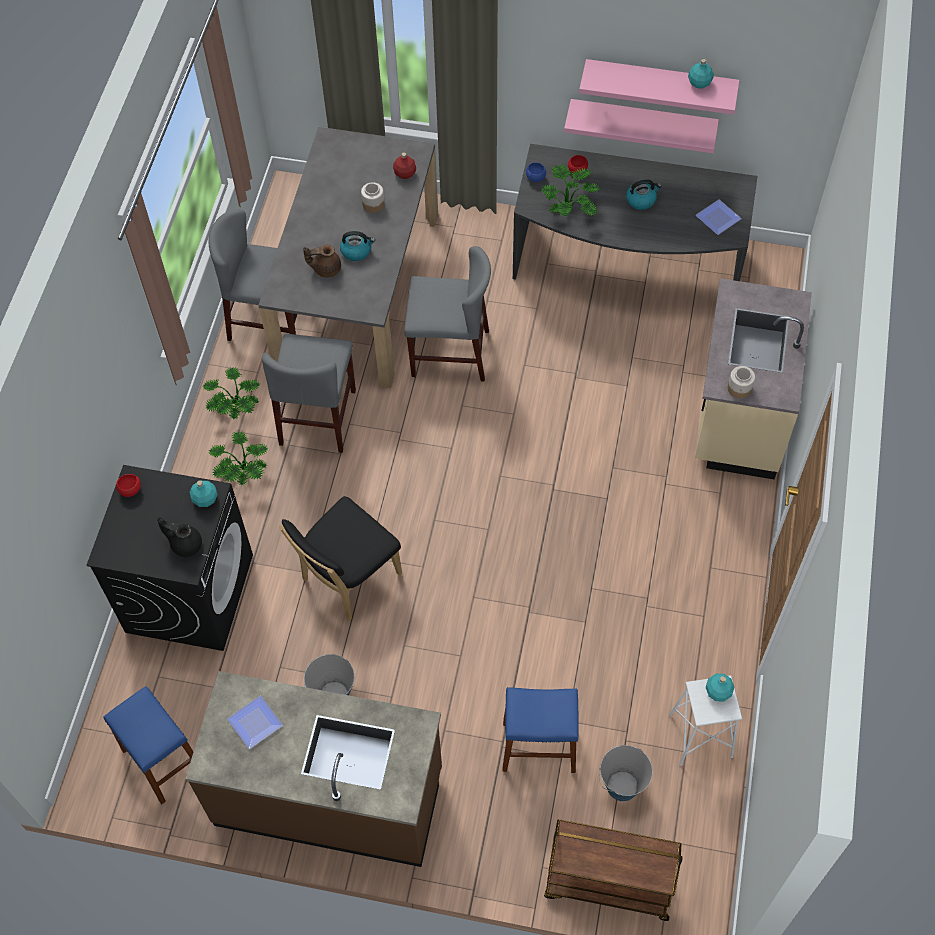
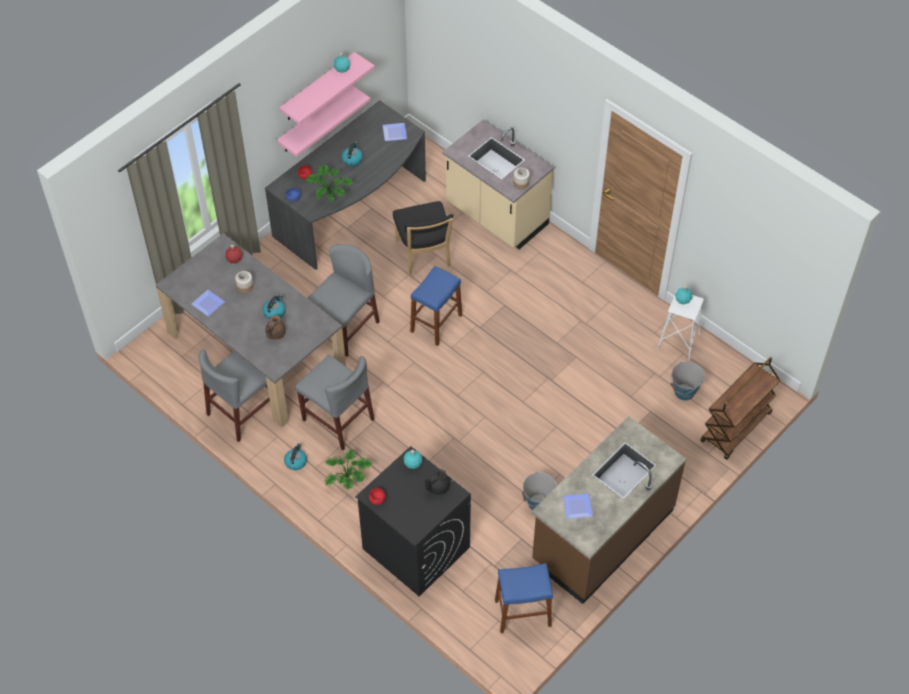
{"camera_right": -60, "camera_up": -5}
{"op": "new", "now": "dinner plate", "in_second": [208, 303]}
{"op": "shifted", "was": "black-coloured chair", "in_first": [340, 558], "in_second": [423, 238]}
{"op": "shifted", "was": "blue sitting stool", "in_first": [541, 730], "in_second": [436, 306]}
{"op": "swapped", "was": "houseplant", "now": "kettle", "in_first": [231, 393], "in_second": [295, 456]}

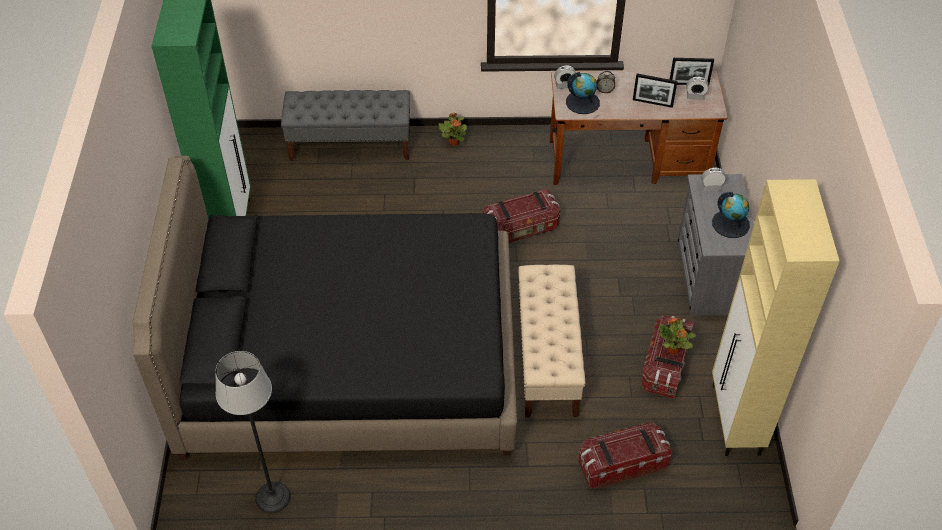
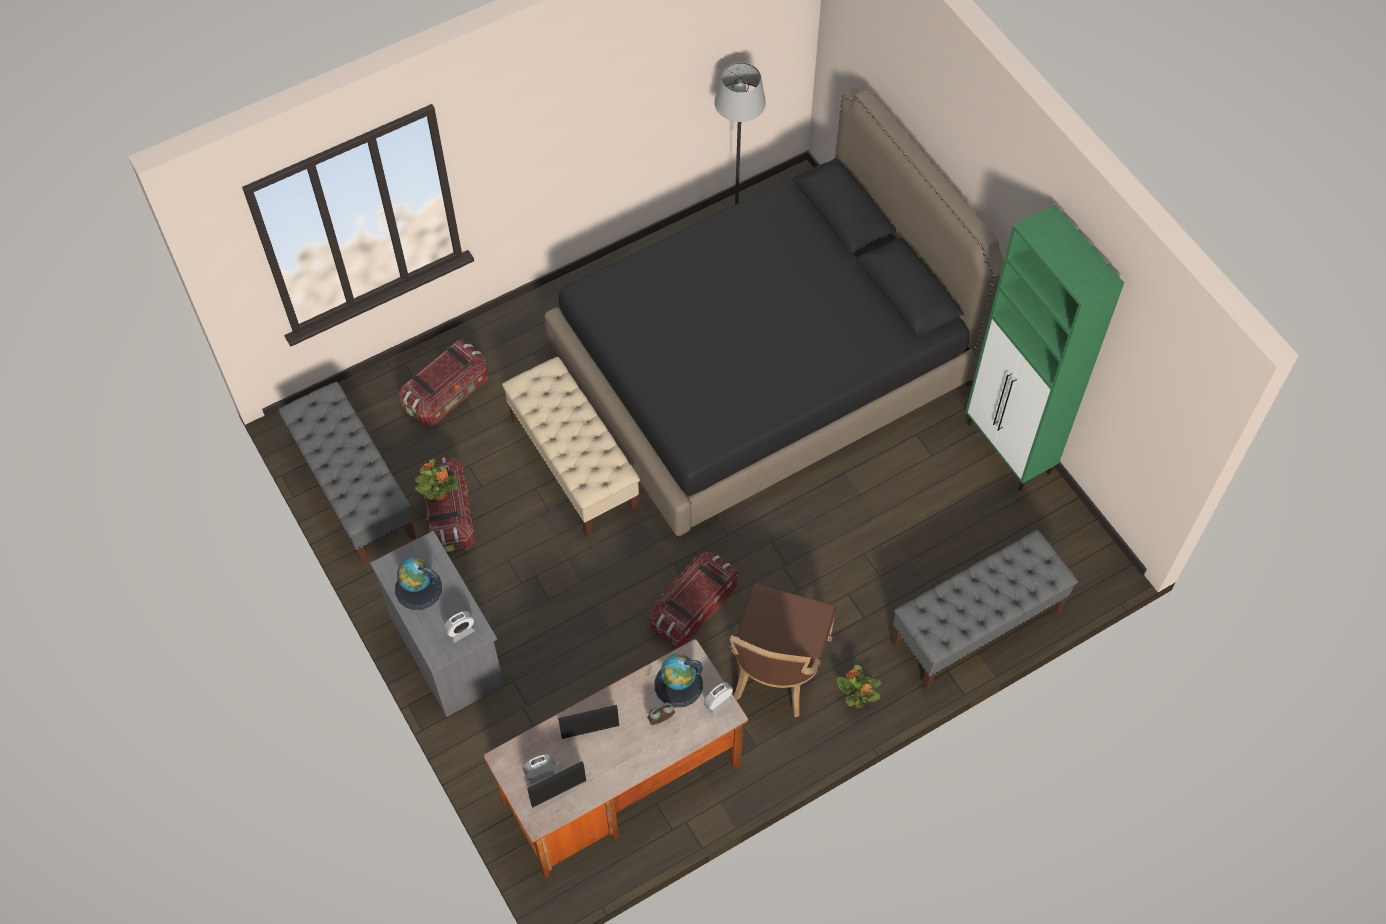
{"camera_right": 150, "camera_up": 10}
{"op": "new", "now": "brownish chair", "in_second": [783, 650]}
{"op": "swapped", "was": "beige cupboard", "now": "grey bench", "in_first": [775, 317], "in_second": [347, 473]}

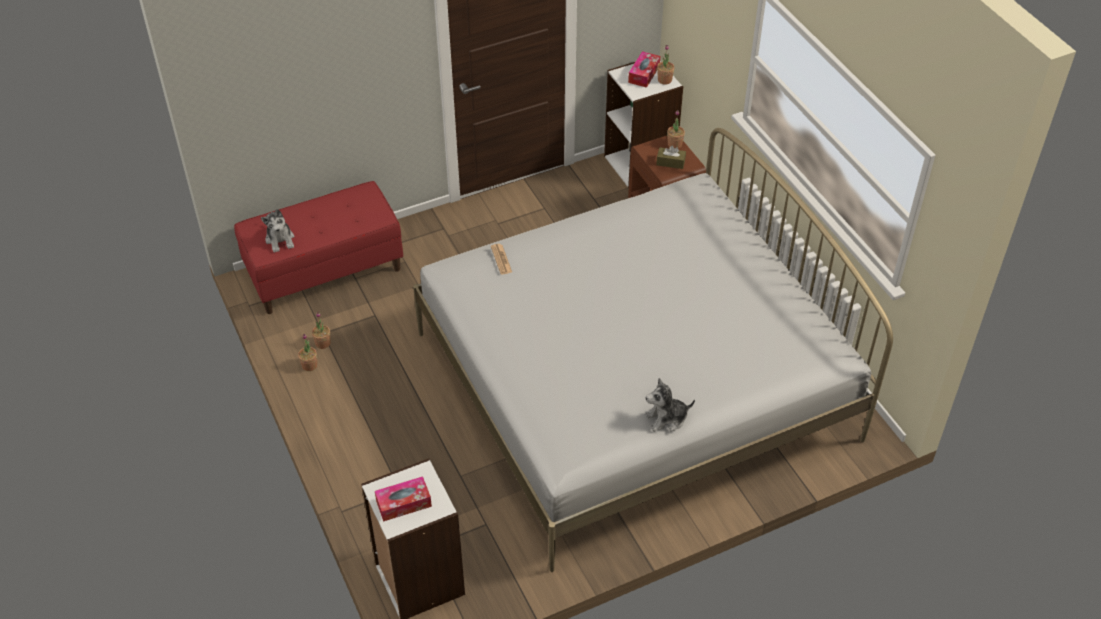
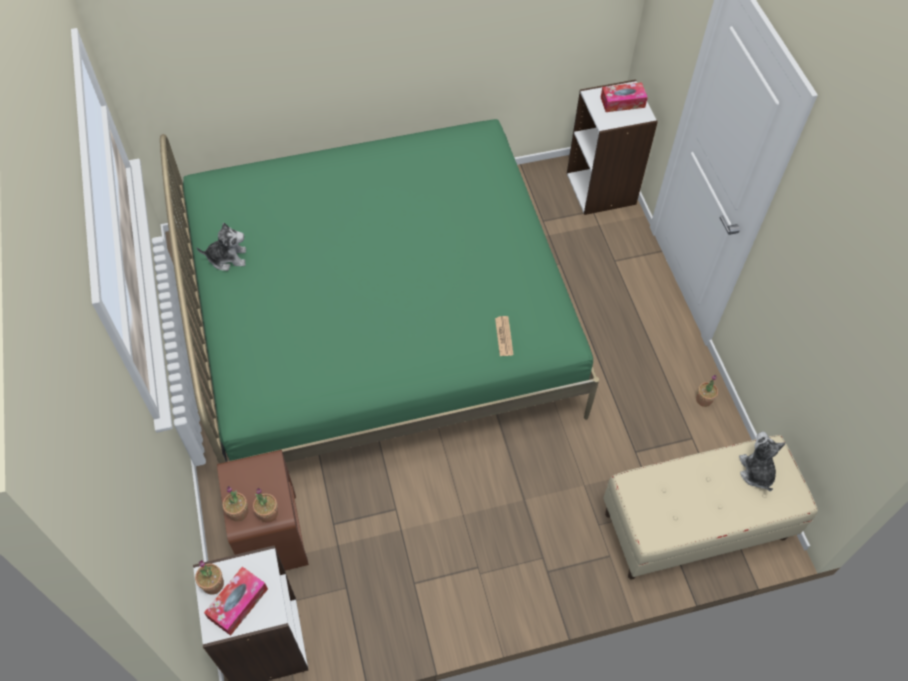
{"camera_right": -170, "camera_up": 10}
{"op": "gone", "was": "brownish tissue box", "in_first": [671, 157]}
{"op": "shifted", "was": "houseplant", "in_first": [321, 330], "in_second": [265, 505]}
{"op": "shifted", "was": "cuddly toy", "in_first": [670, 405], "in_second": [221, 247]}
{"op": "repainted", "was": "red bench", "now": "beige bench", "in_first": [318, 247], "in_second": [710, 507]}
{"op": "repainted", "was": "white sleeping bed", "now": "green sleeping bed", "in_first": [653, 350], "in_second": [379, 291]}

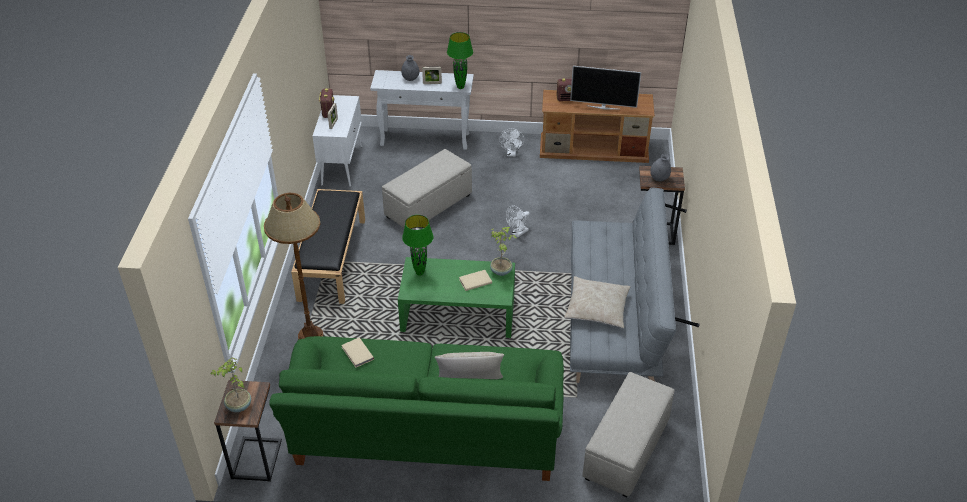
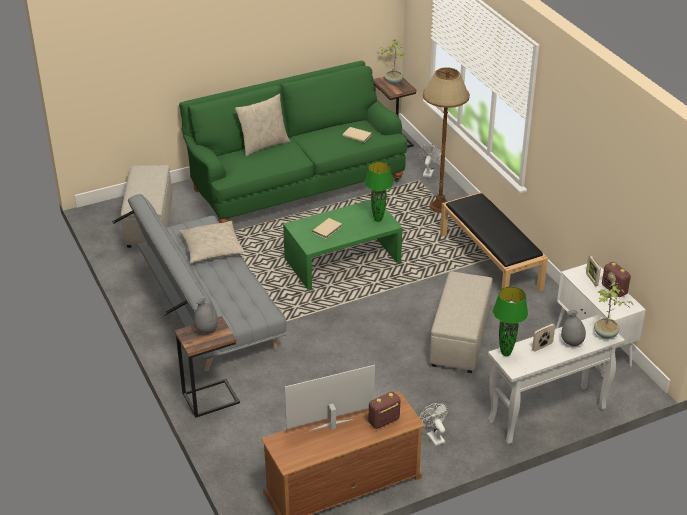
{"camera_right": 150, "camera_up": -5}
{"op": "shifted", "was": "houseplant", "in_first": [503, 251], "in_second": [613, 310]}
{"op": "shifted", "was": "white cooling fan", "in_first": [517, 222], "in_second": [430, 161]}

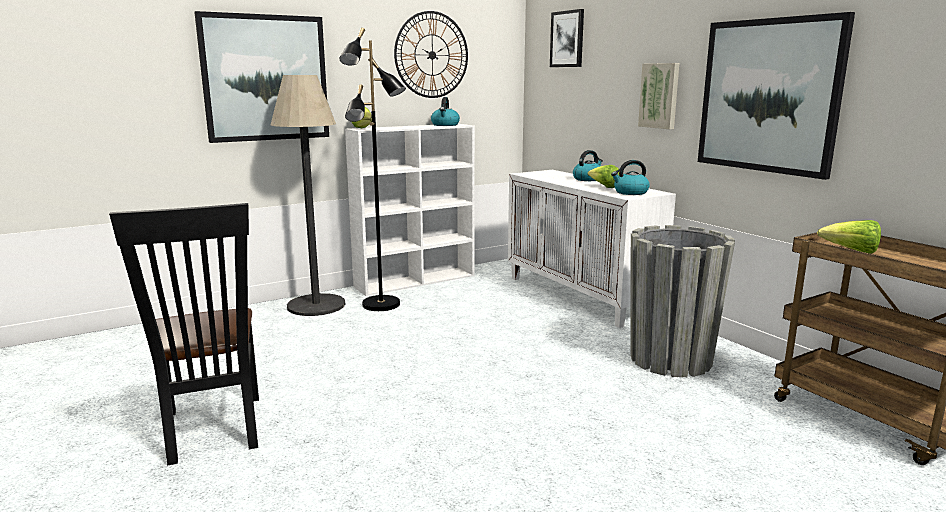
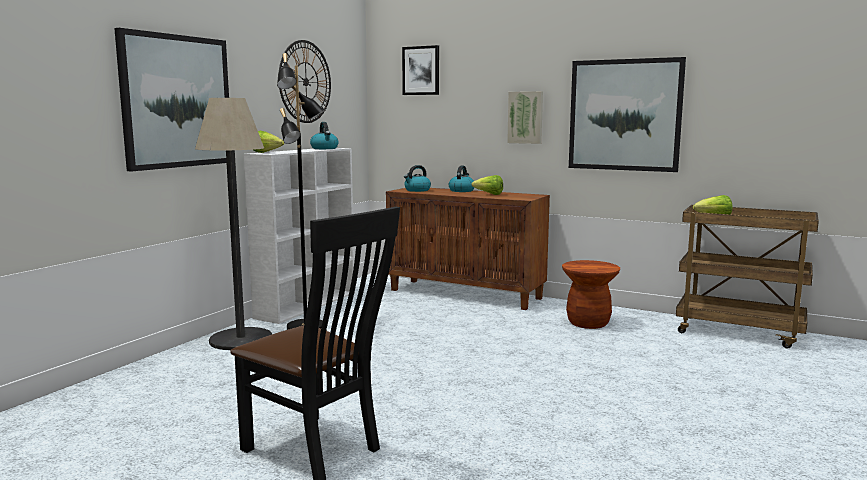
{"camera_right": -30, "camera_up": -5}
{"op": "shifted", "was": "kettle", "in_first": [630, 177], "in_second": [417, 178]}
{"op": "swapped", "was": "grey plant pot", "now": "brownish sitting stool", "in_first": [682, 301], "in_second": [591, 294]}
{"op": "repainted", "was": "white cupboard", "now": "brownish cupboard", "in_first": [592, 249], "in_second": [468, 249]}

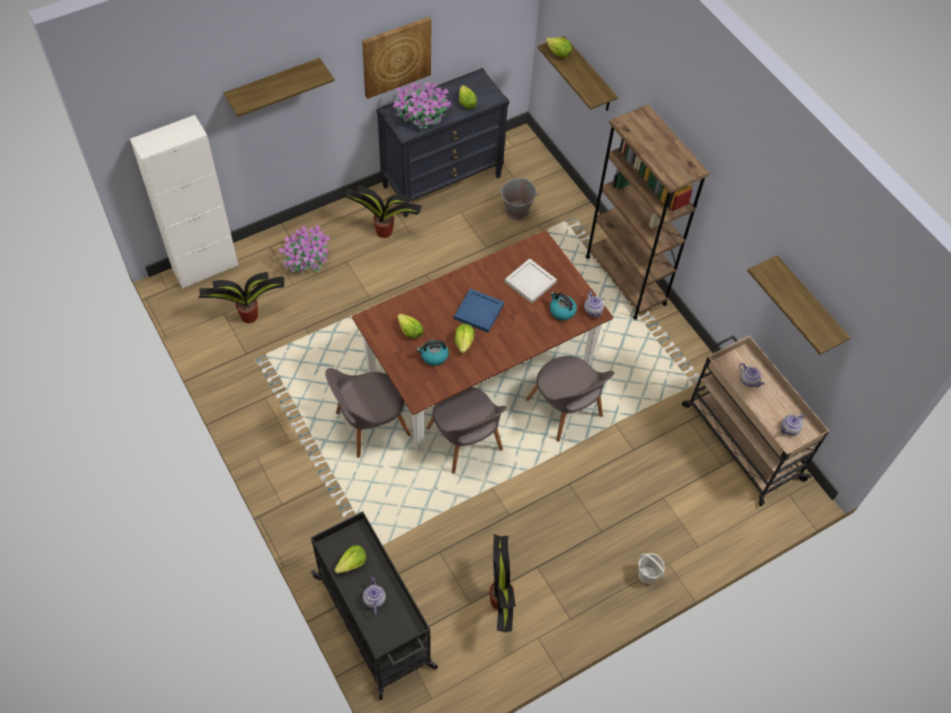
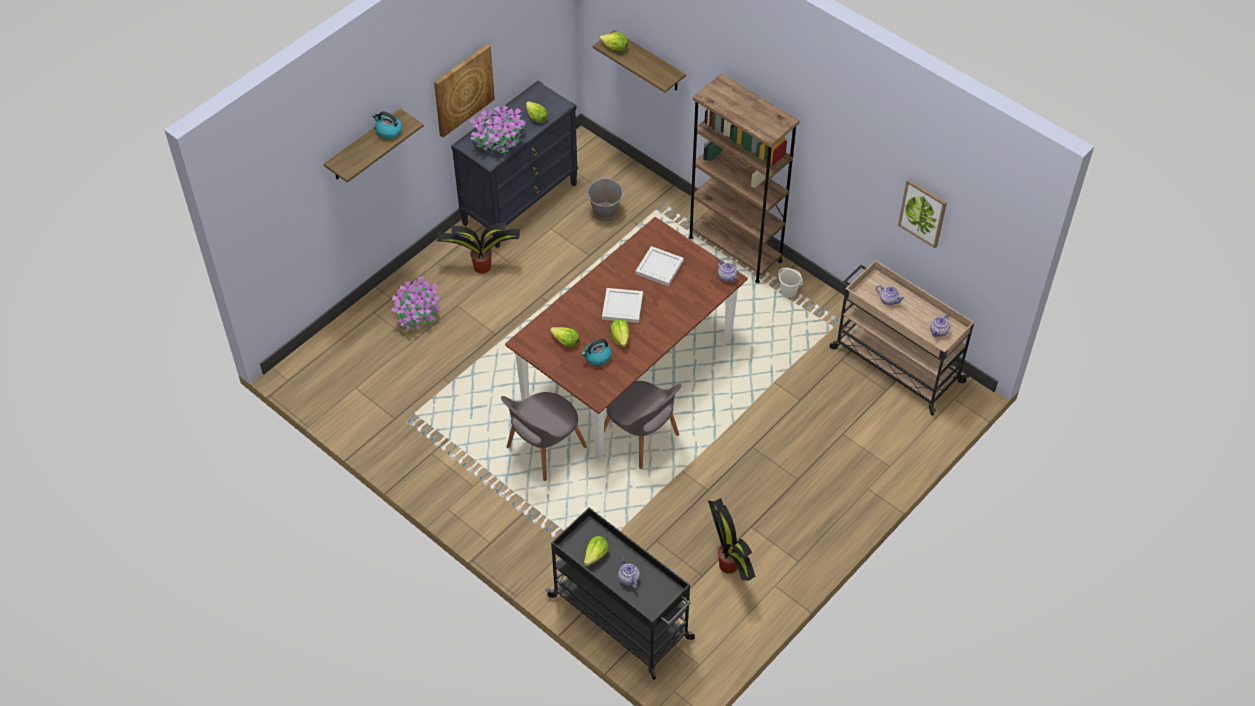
{"camera_right": -15, "camera_up": -5}
{"op": "gone", "was": "white cupboard", "in_first": [184, 201]}
{"op": "gone", "was": "houseplant", "in_first": [241, 297]}
{"op": "gone", "was": "grey chair", "in_first": [570, 399]}
{"op": "shifted", "was": "kettle", "in_first": [563, 305], "in_second": [387, 125]}
{"op": "shifted", "was": "white bucket", "in_first": [651, 568], "in_second": [790, 283]}
{"op": "swapped", "was": "wall shelf", "now": "wall art", "in_first": [799, 305], "in_second": [922, 213]}
{"op": "repainted", "was": "blue serving tray", "now": "white serving tray", "in_first": [479, 310], "in_second": [622, 305]}

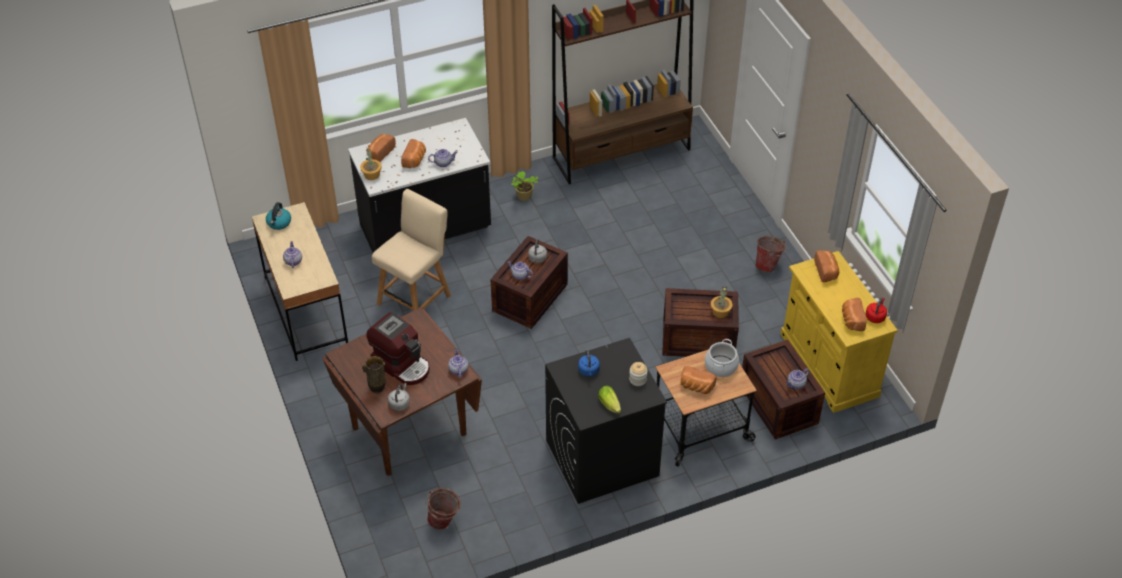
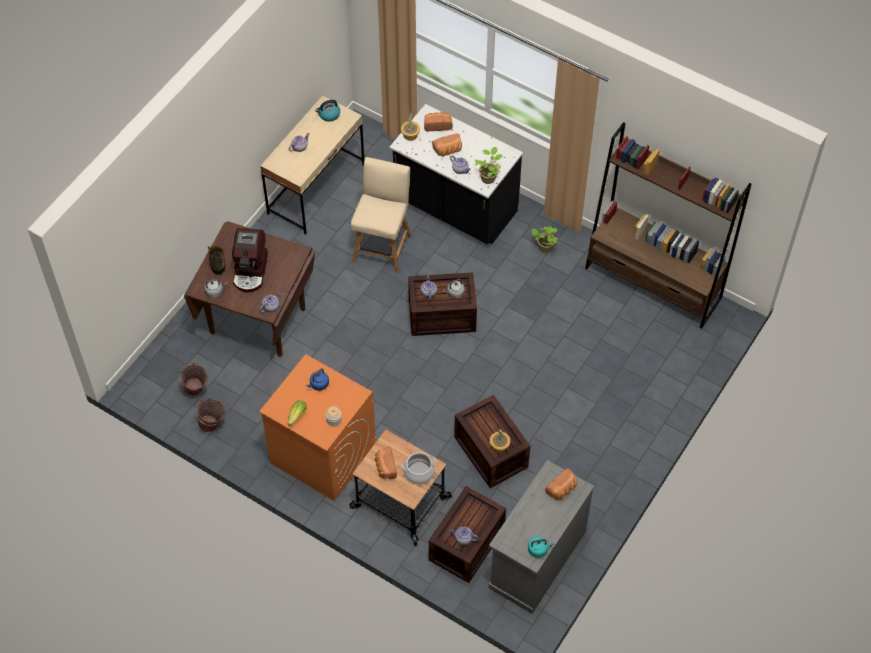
{"camera_right": 55, "camera_up": 10}
{"op": "gone", "was": "baked bread", "in_first": [854, 314]}
{"op": "new", "now": "houseplant", "in_second": [488, 165]}
{"op": "shifted", "was": "bucket", "in_first": [770, 254], "in_second": [210, 415]}
{"op": "repainted", "was": "black-coloured laundry appliance", "now": "orange laundry appliance", "in_first": [606, 421], "in_second": [317, 427]}
{"op": "repainted", "was": "yellow cupboard", "now": "grey cupboard", "in_first": [839, 332], "in_second": [541, 537]}
{"op": "repainted", "was": "red kettle", "now": "blue-green kettle", "in_first": [876, 310], "in_second": [541, 547]}
{"op": "rotated", "was": "beige chair", "in_first": [411, 250], "in_second": [381, 215], "clockwise": -75}

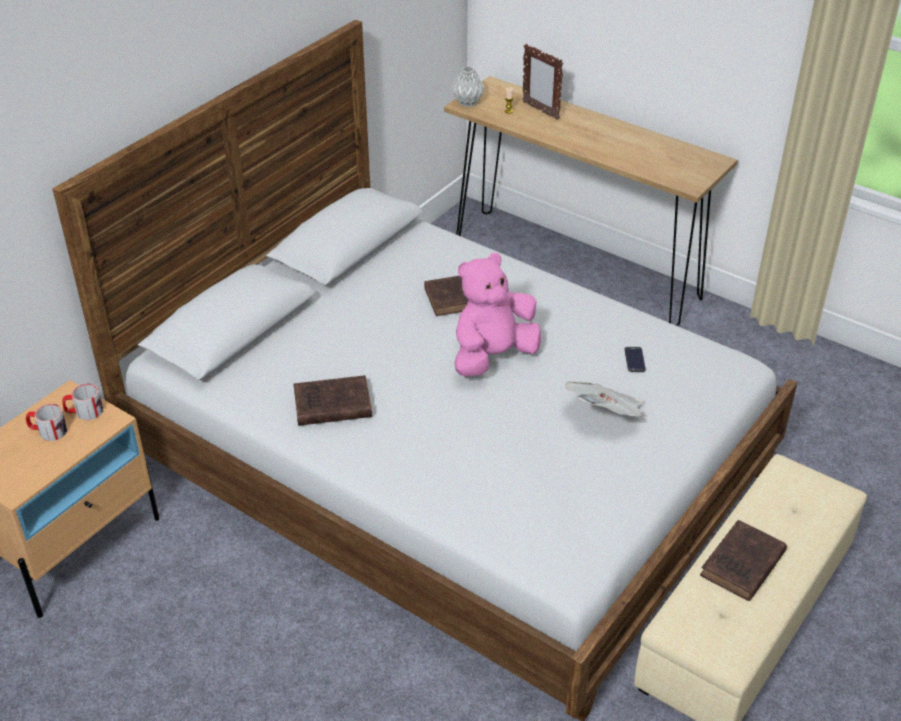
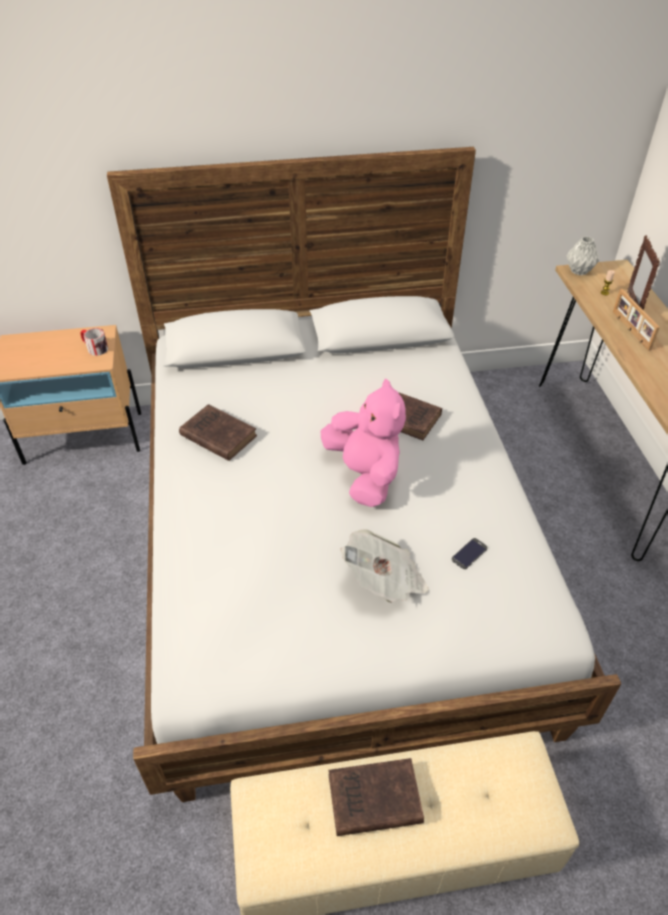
{"camera_right": 45, "camera_up": 5}
{"op": "gone", "was": "coffee mug", "in_first": [46, 422]}
{"op": "new", "now": "photo frame", "in_second": [636, 320]}
{"op": "rotated", "was": "pink-coloured cuddly toy", "in_first": [497, 315], "in_second": [363, 443], "clockwise": 60}

